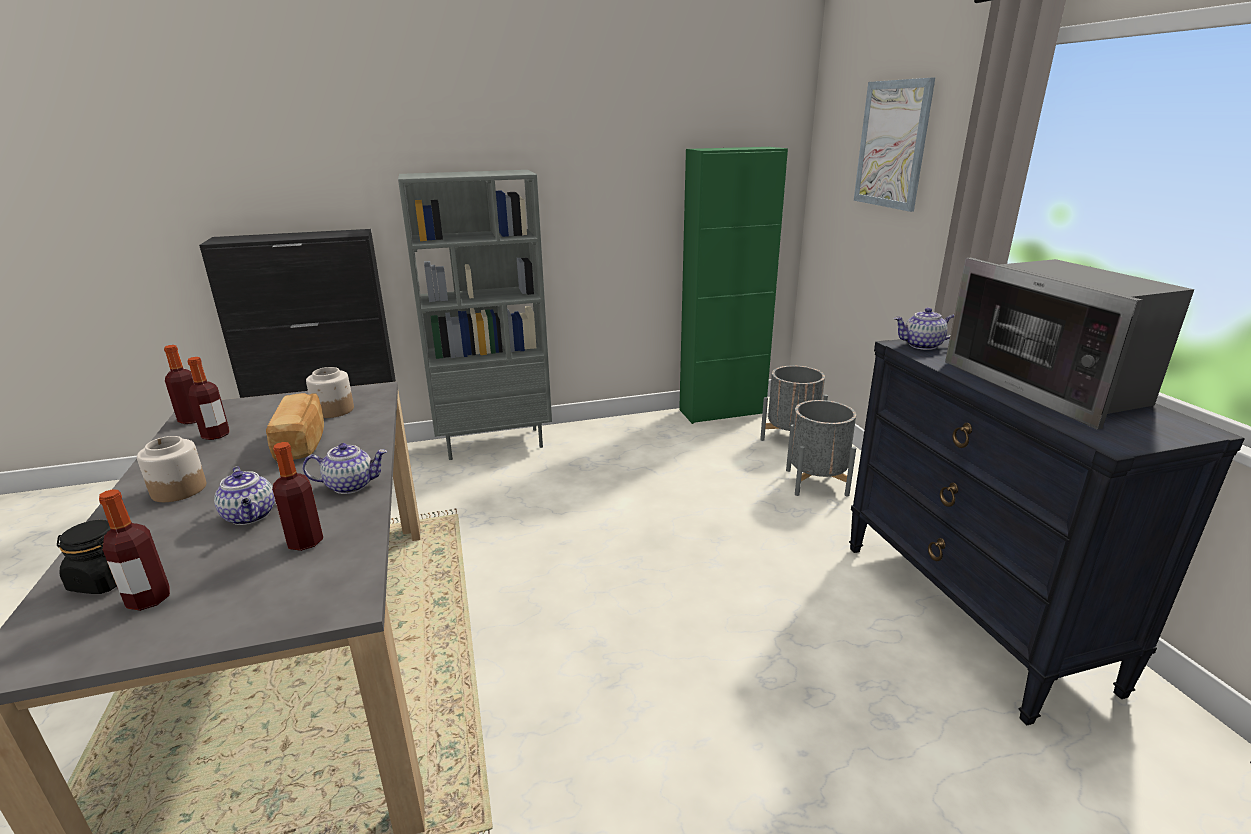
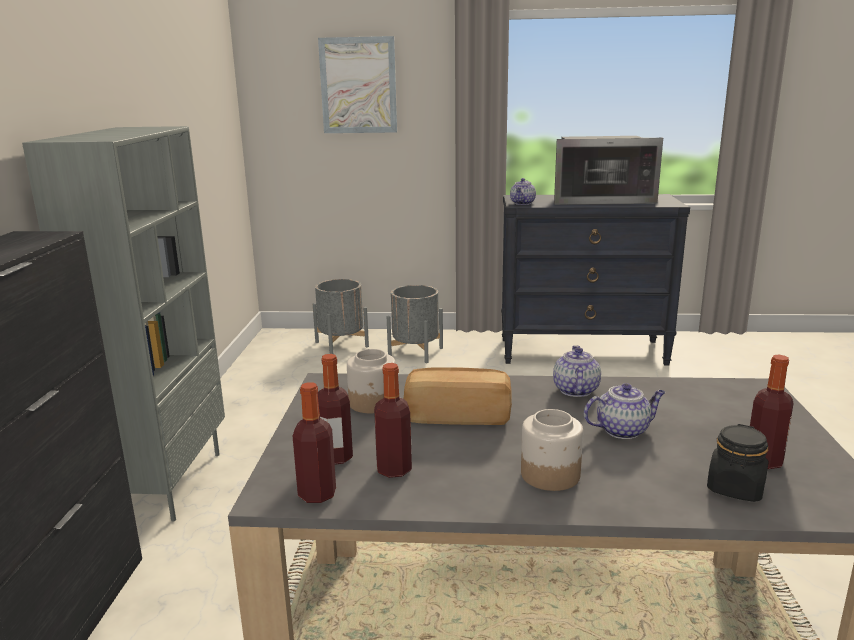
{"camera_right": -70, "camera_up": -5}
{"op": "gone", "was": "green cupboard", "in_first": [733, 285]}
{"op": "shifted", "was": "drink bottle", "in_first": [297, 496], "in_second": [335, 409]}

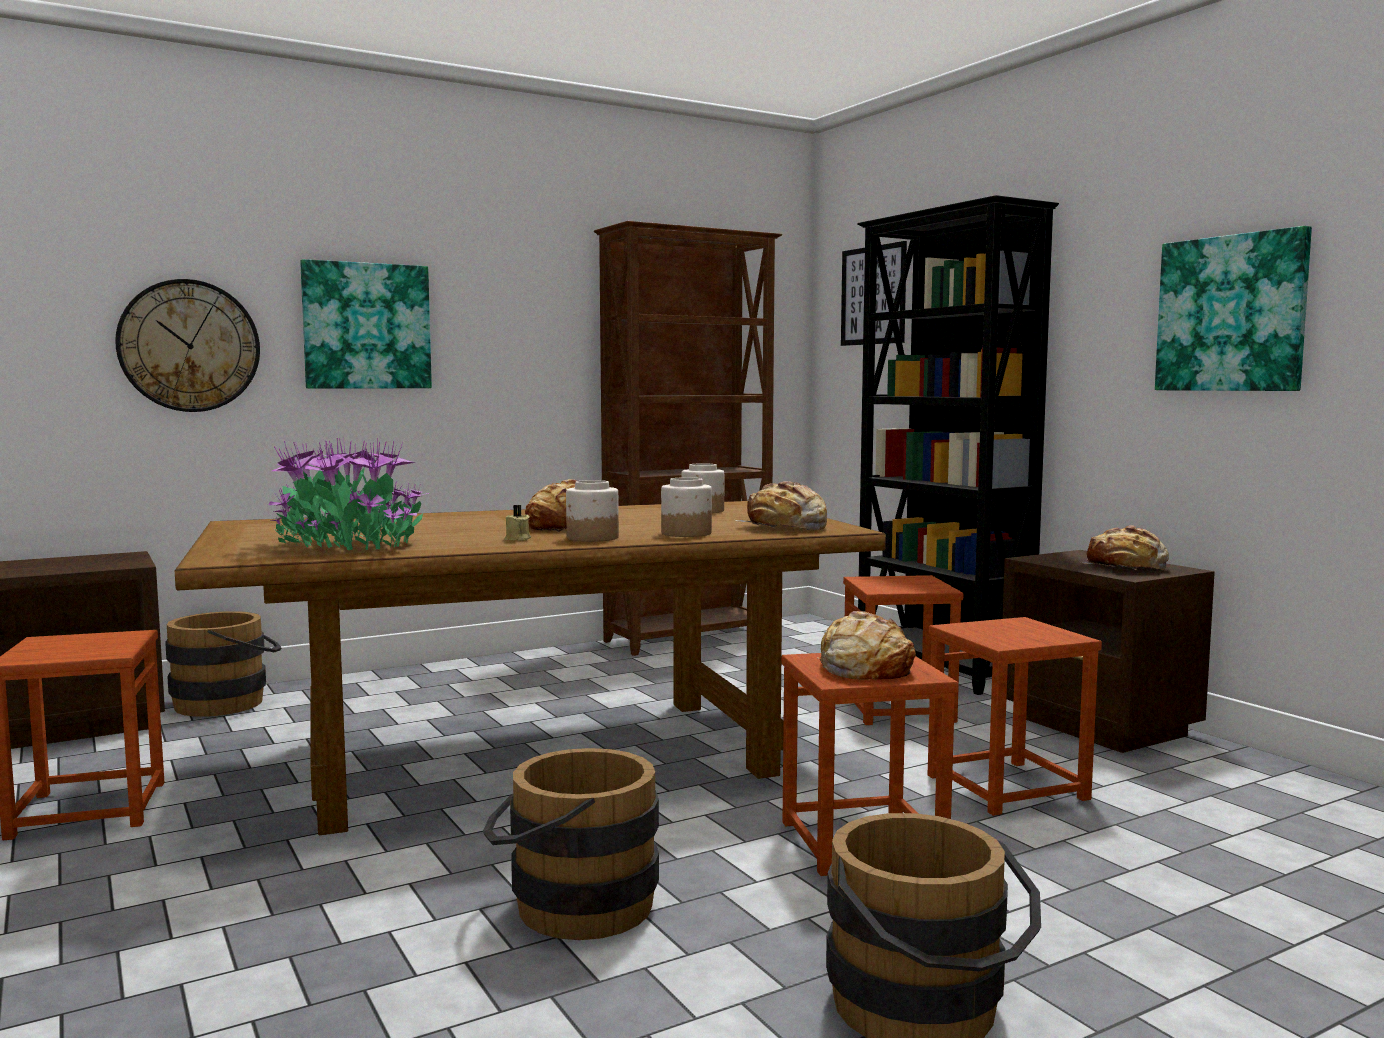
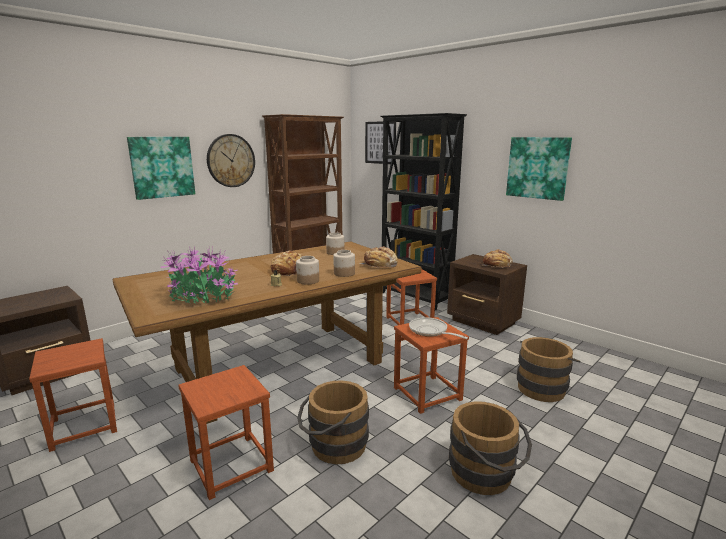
{"camera_right": -15, "camera_up": 10}
{"op": "shifted", "was": "clock on the wall", "in_first": [187, 345], "in_second": [231, 160]}
{"op": "shifted", "was": "brownish bucket", "in_first": [223, 664], "in_second": [549, 369]}
{"op": "shifted", "was": "brownish sitting stool", "in_first": [1015, 716], "in_second": [226, 432]}
{"op": "swapped", "was": "baked bread", "now": "pan", "in_first": [867, 645], "in_second": [438, 328]}

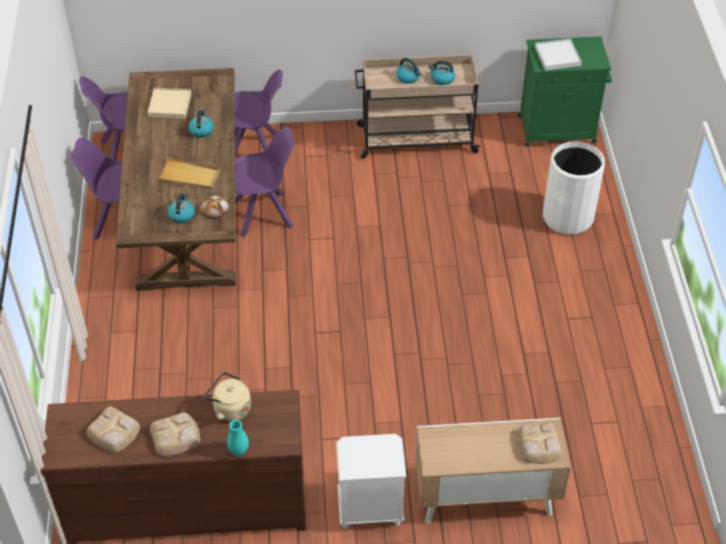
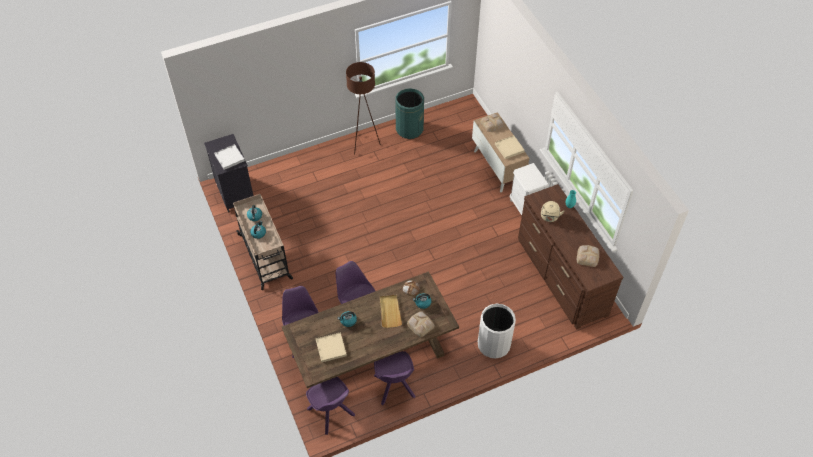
{"camera_right": -110, "camera_up": 5}
{"op": "new", "now": "brownish standard lamp", "in_second": [363, 108]}
{"op": "new", "now": "green trash can", "in_second": [409, 113]}
{"op": "new", "now": "beige serving tray", "in_second": [510, 147]}
{"op": "shifted", "was": "baked bread", "in_first": [175, 434], "in_second": [420, 324]}
{"op": "shifted", "was": "white trash can", "in_first": [574, 188], "in_second": [497, 331]}
{"op": "repainted", "was": "green cupboard", "now": "black-coloured cupboard", "in_first": [565, 91], "in_second": [228, 173]}

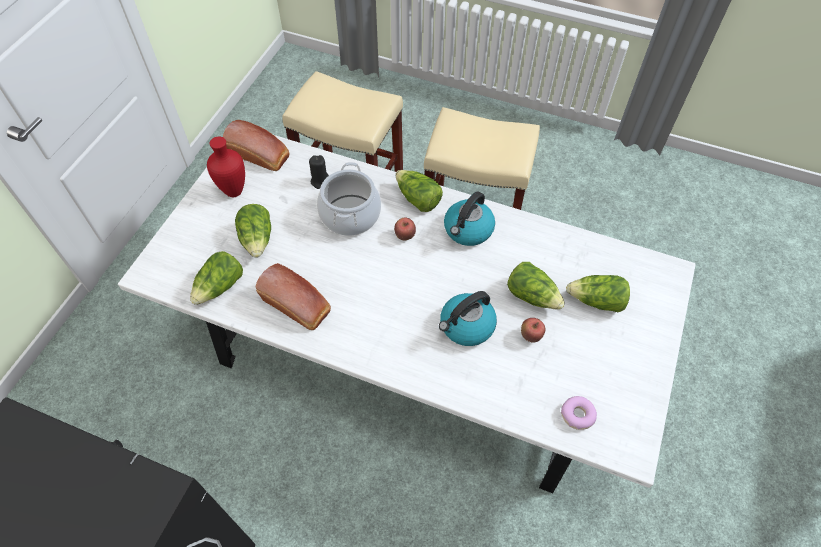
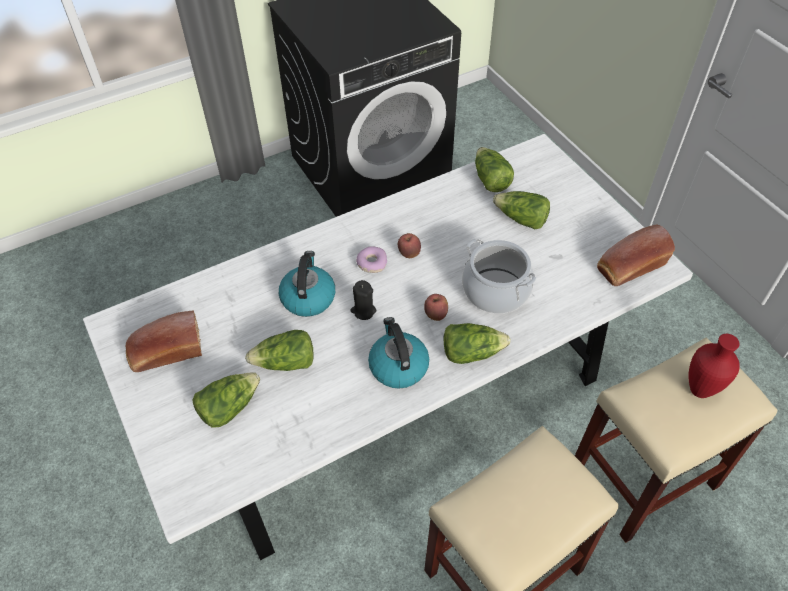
{"camera_right": 130, "camera_up": -5}
{"op": "shifted", "was": "red decorative vase", "in_first": [226, 167], "in_second": [714, 366]}
{"op": "shifted", "was": "baked bread", "in_first": [293, 296], "in_second": [164, 341]}
{"op": "shifted", "was": "black-coloured candle", "in_first": [319, 172], "in_second": [363, 300]}
{"op": "shifted", "was": "apple", "in_first": [533, 330], "in_second": [409, 245]}
{"op": "shifted", "was": "ring doughnut", "in_first": [579, 413], "in_second": [371, 259]}

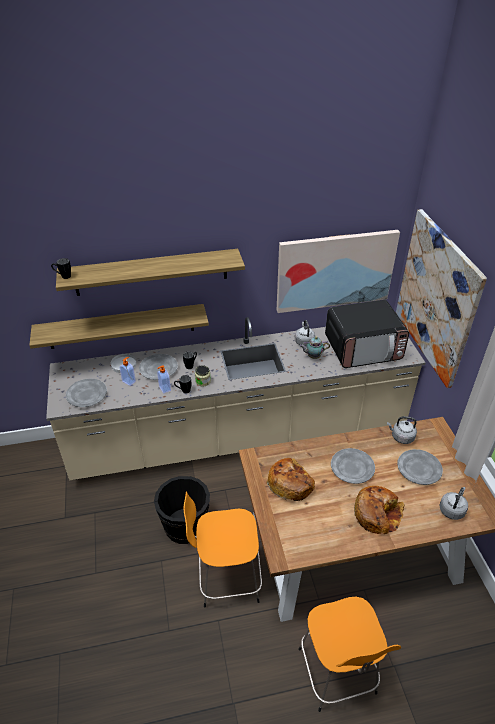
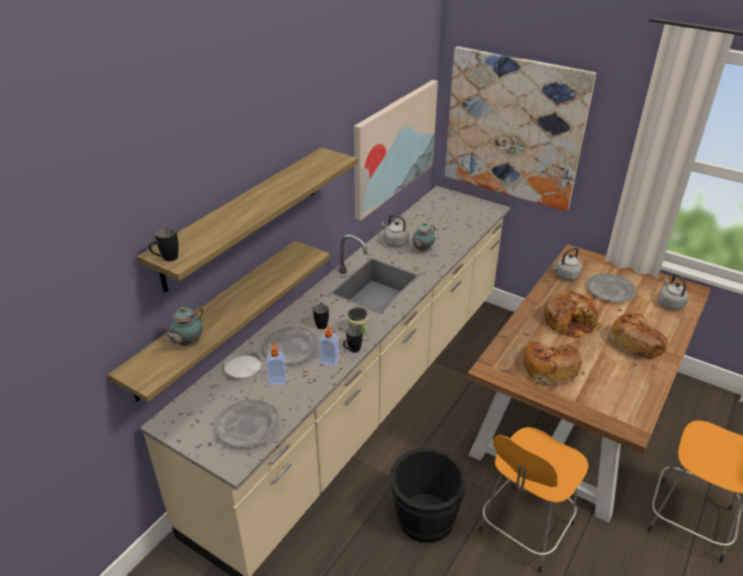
{"camera_right": -45, "camera_up": -5}
{"op": "gone", "was": "microwave", "in_first": [367, 334]}
{"op": "new", "now": "teapot", "in_second": [184, 325]}
{"op": "swapped", "was": "grey dinner plate", "now": "baked bread", "in_first": [353, 466], "in_second": [573, 314]}

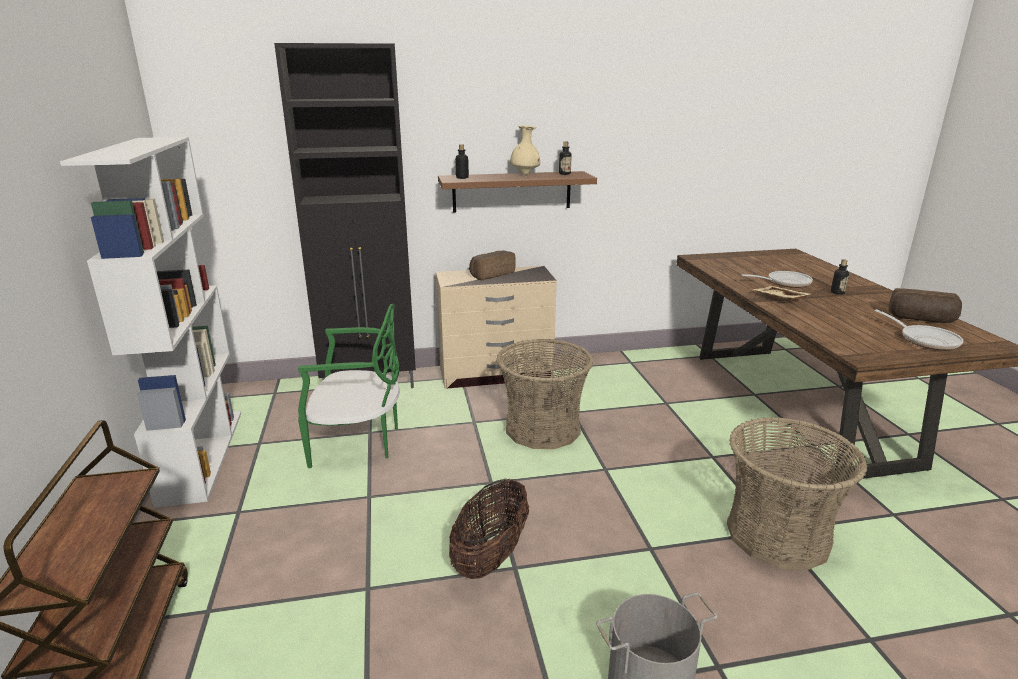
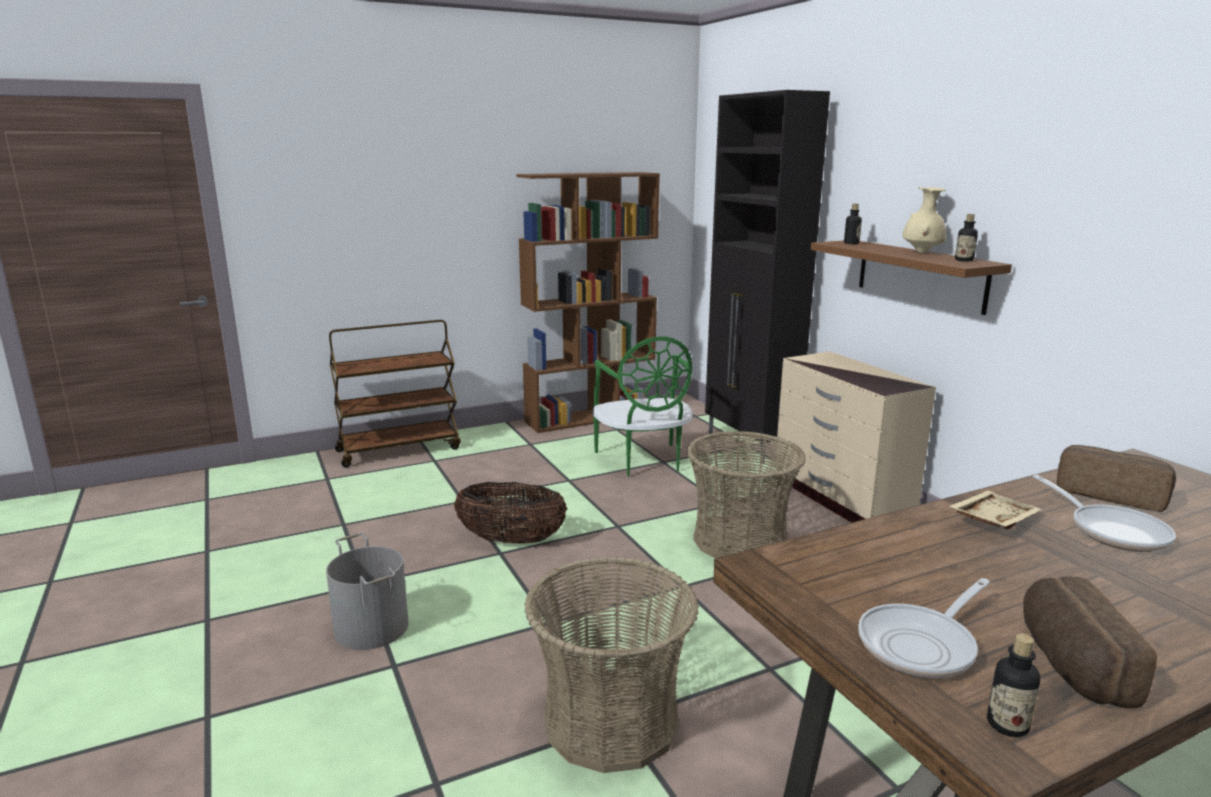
{"camera_right": 75, "camera_up": -5}
{"op": "shifted", "was": "baked bread", "in_first": [492, 265], "in_second": [1116, 478]}
{"op": "shifted", "was": "drink bottle", "in_first": [840, 277], "in_second": [1013, 685]}
{"op": "repainted", "was": "white shelving unit", "now": "brownish shelving unit", "in_first": [150, 322], "in_second": [588, 302]}

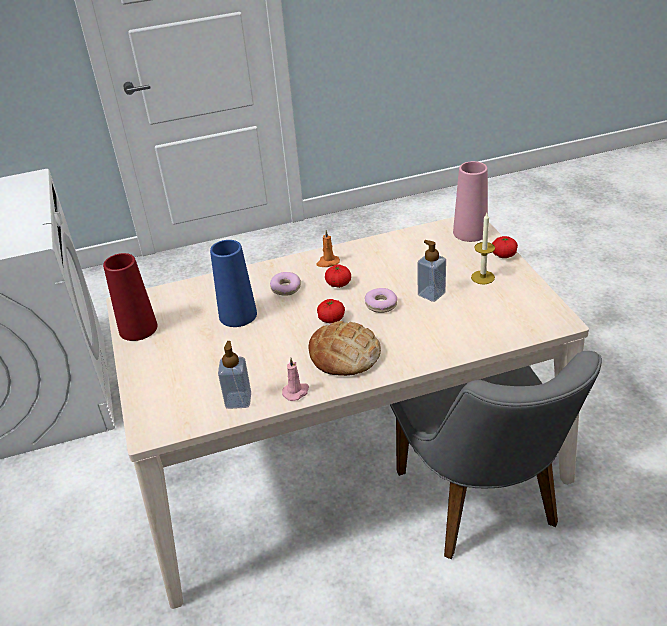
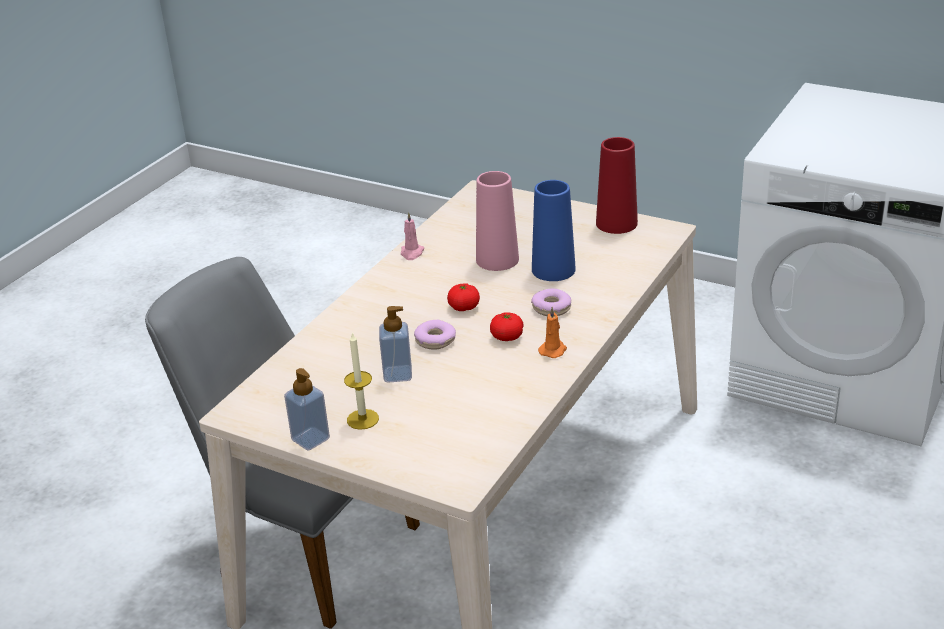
{"camera_right": 135, "camera_up": -5}
{"op": "gone", "was": "baked bread", "in_first": [345, 348]}
{"op": "gone", "was": "whole tomato", "in_first": [505, 247]}
{"op": "shifted", "was": "soap dispenser", "in_first": [234, 375], "in_second": [307, 409]}
{"op": "shifted", "was": "pink-coloured decorative vase", "in_first": [470, 201], "in_second": [497, 221]}

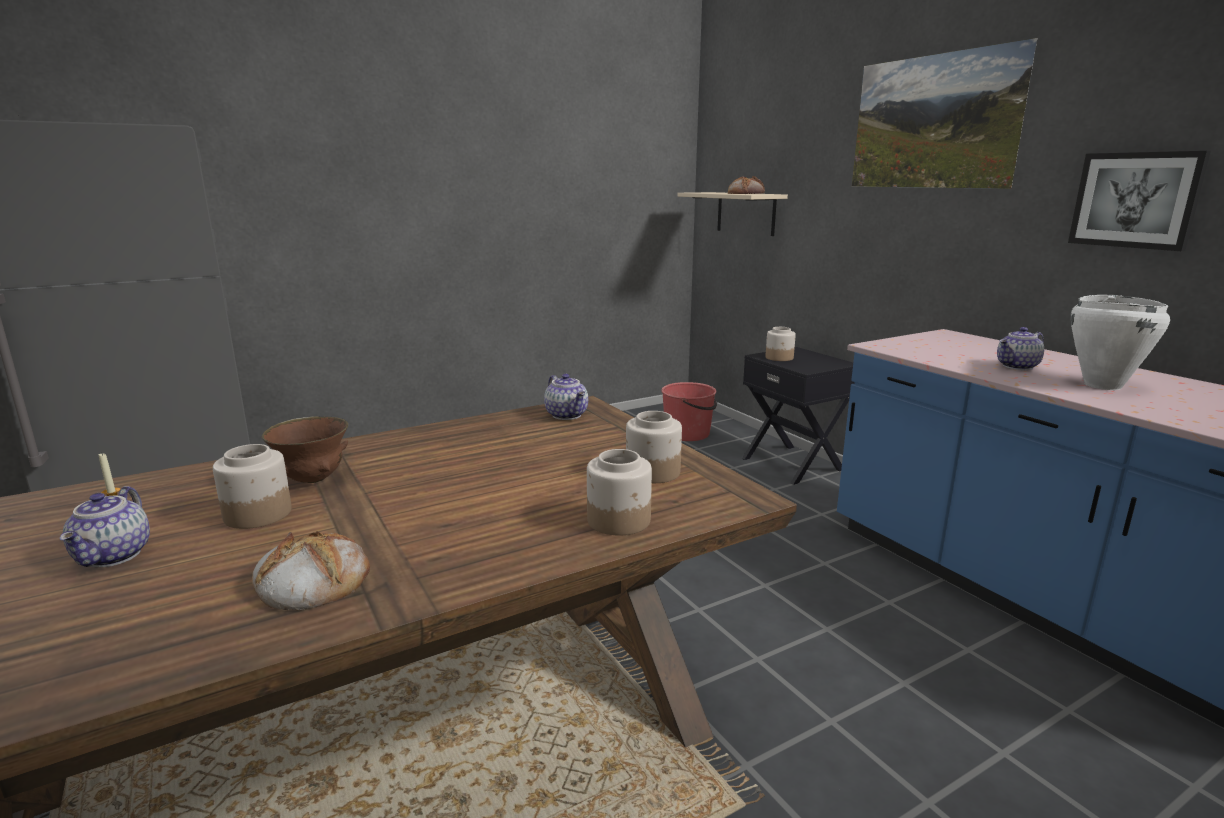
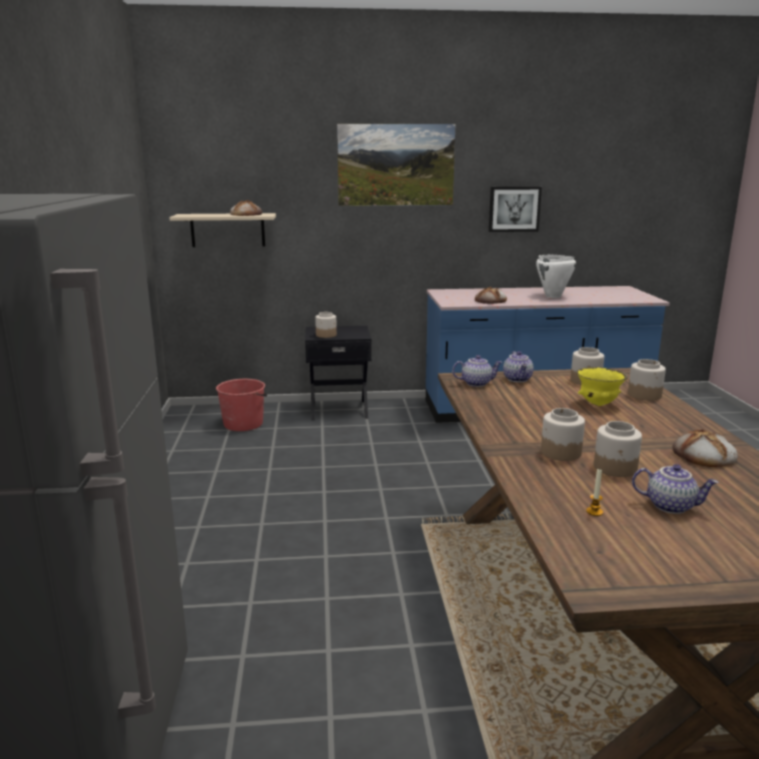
{"camera_right": -65, "camera_up": 0}
{"op": "new", "now": "baked bread", "in_second": [491, 295]}
{"op": "new", "now": "yellow bowl", "in_second": [602, 386]}
{"op": "shifted", "was": "teapot", "in_first": [1020, 348], "in_second": [518, 366]}
{"op": "swapped", "was": "brownish bowl", "now": "storage jar", "in_first": [305, 449], "in_second": [563, 434]}

